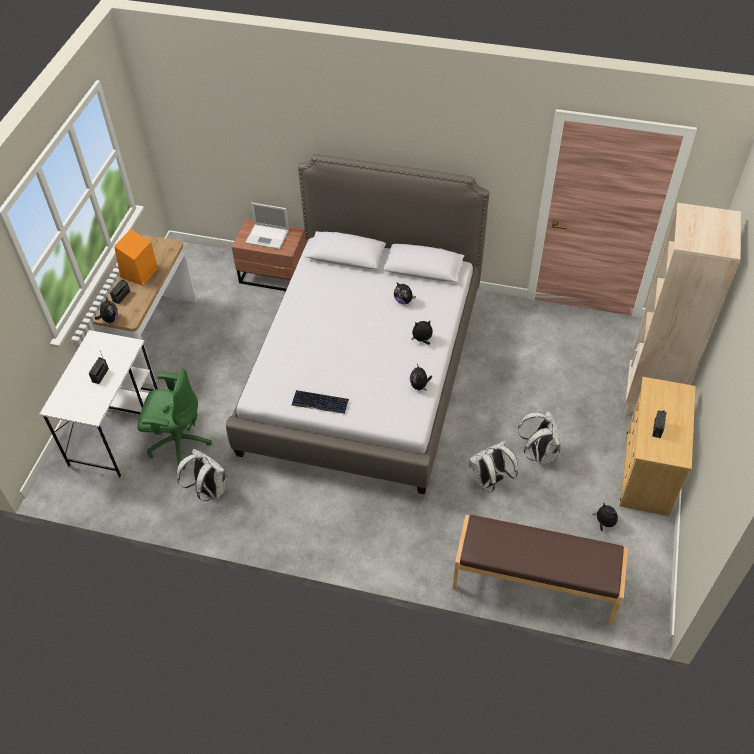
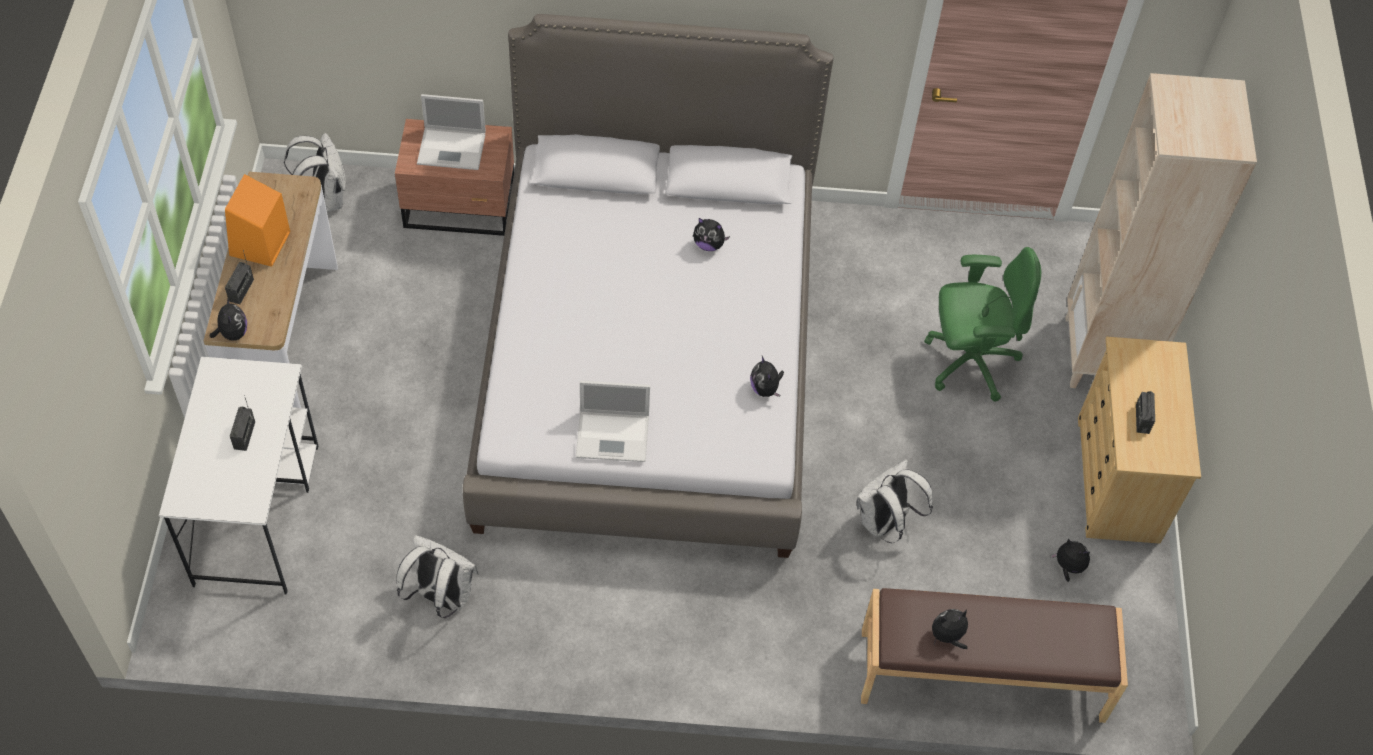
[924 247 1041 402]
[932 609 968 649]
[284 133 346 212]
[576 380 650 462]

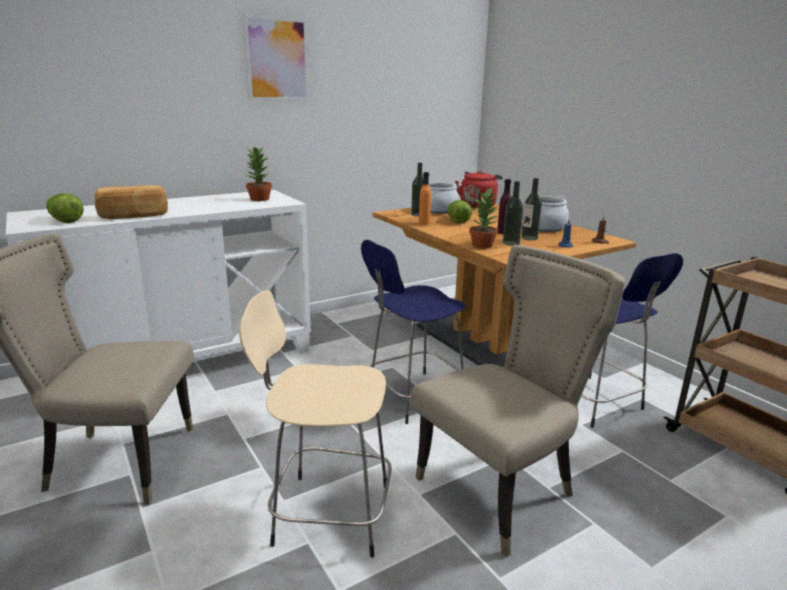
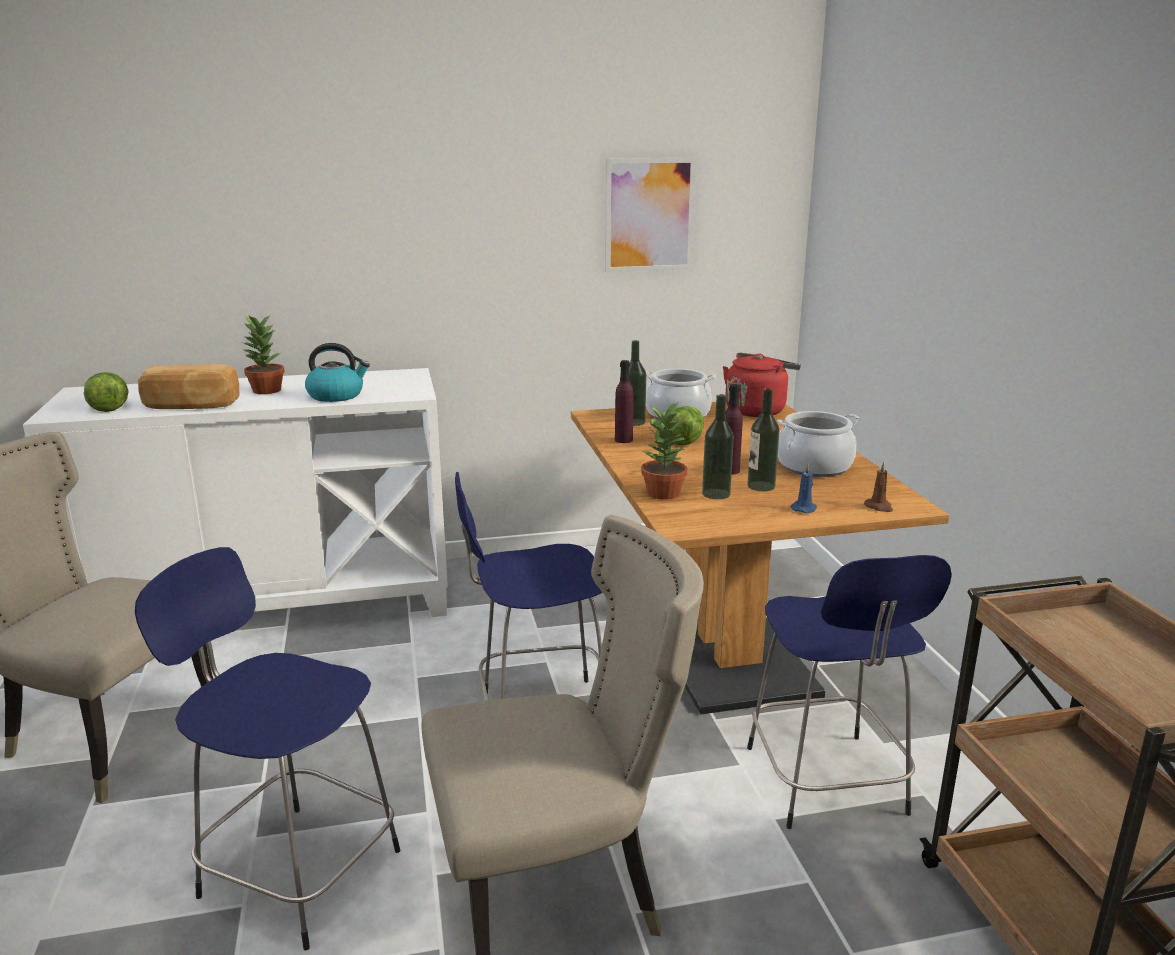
[305 343 370 402]
[605 158 696 272]
[242 314 285 394]
[135 547 400 950]
[615 360 634 443]

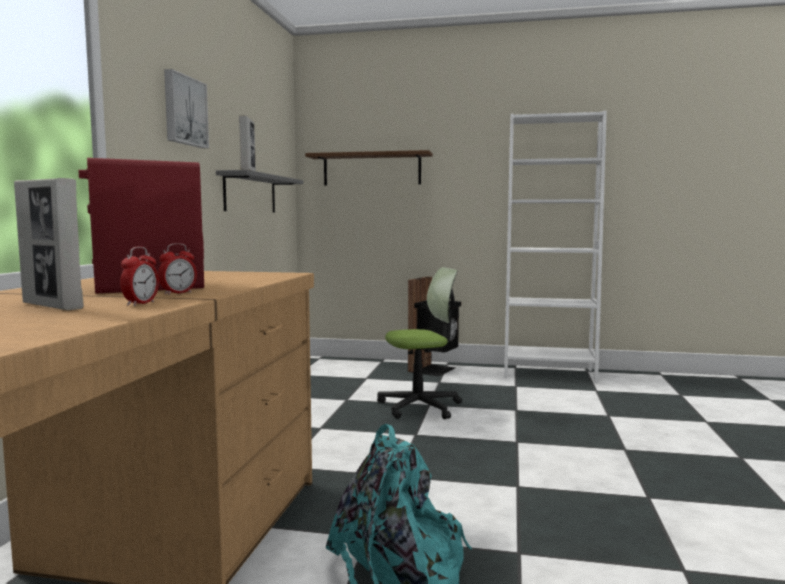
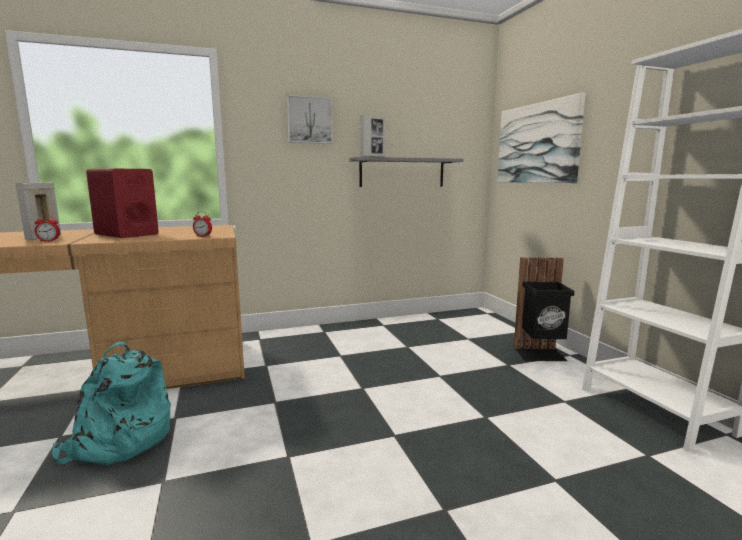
[377 267 462 419] (first image)
[193 212 212 237]
[498 93 586 183]

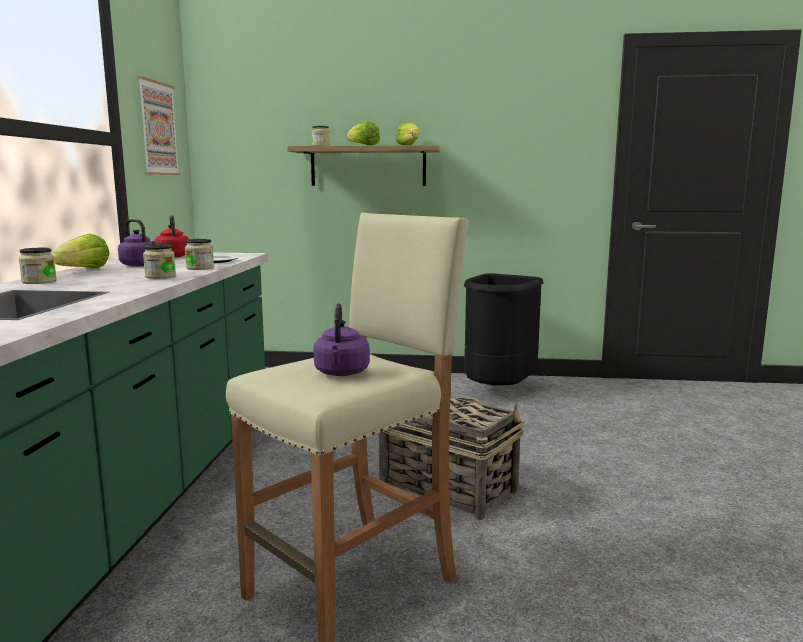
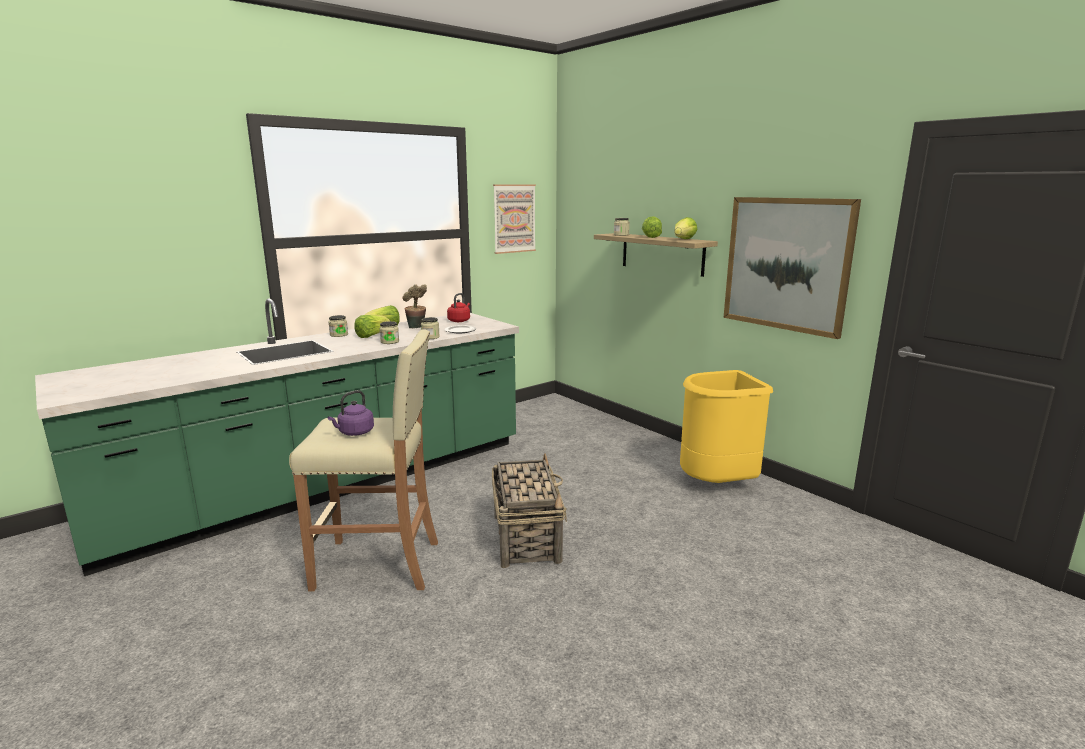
[354 315 390 338]
[724 197 861 339]
[402 284 427 328]
[680 370 773 483]

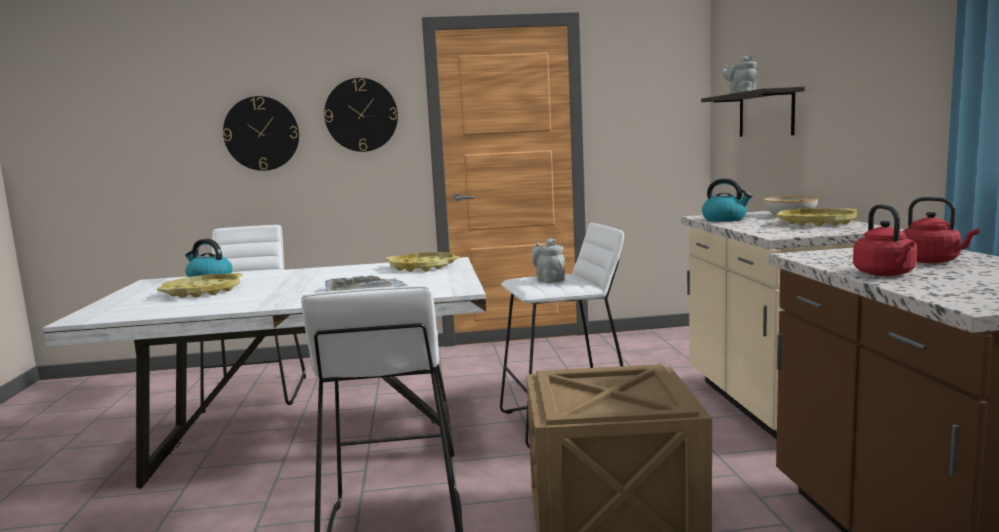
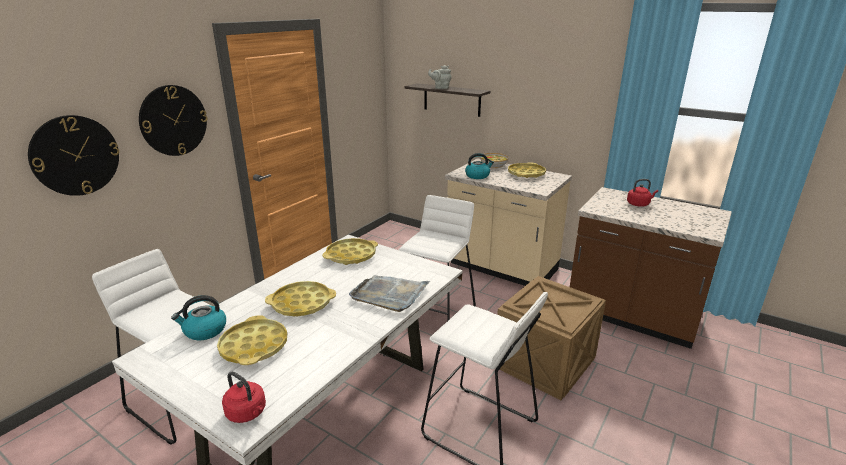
[532 238 565 283] (first image)
[265 281 336 317]
[222 372 266 423]

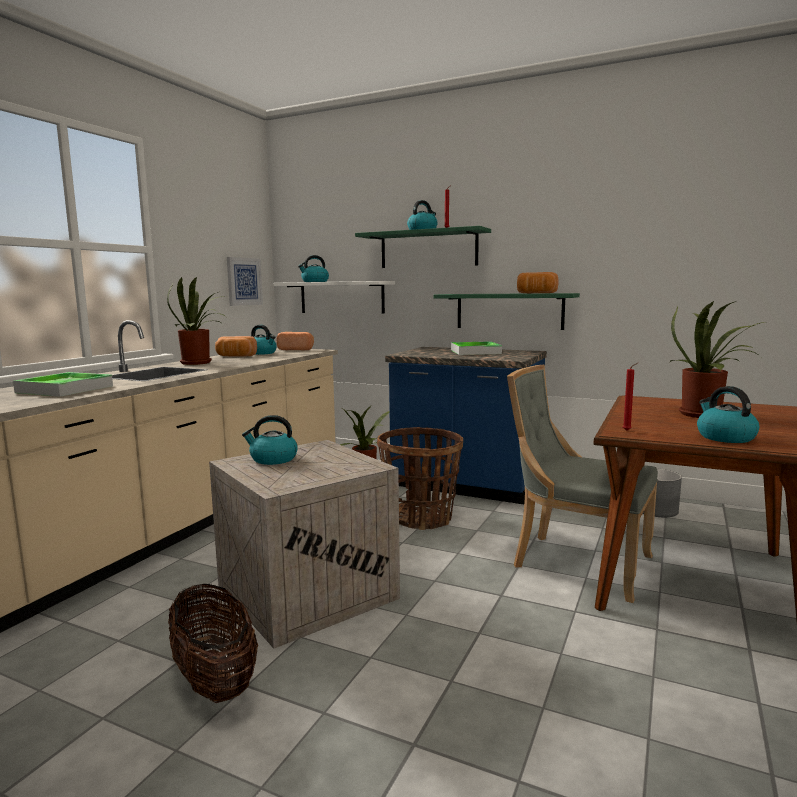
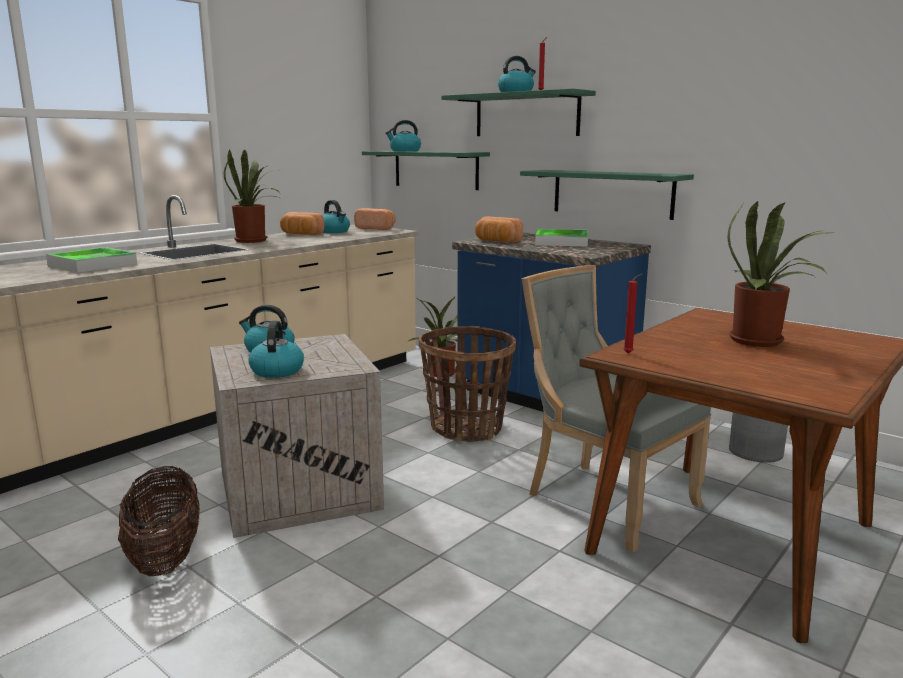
[227 257 263 306] (first image)
[475 217 523 243]
[248 321 304 378]
[362 151 490 190]

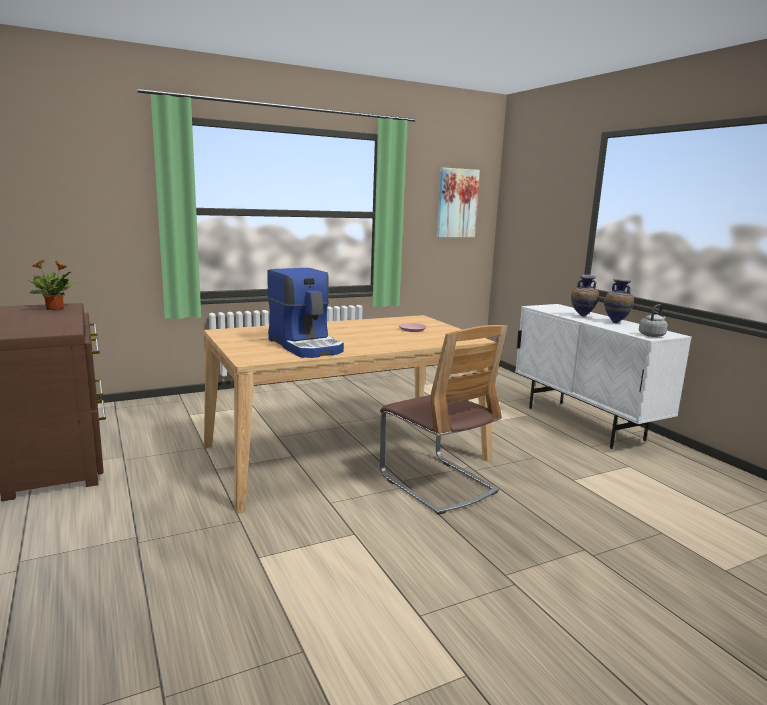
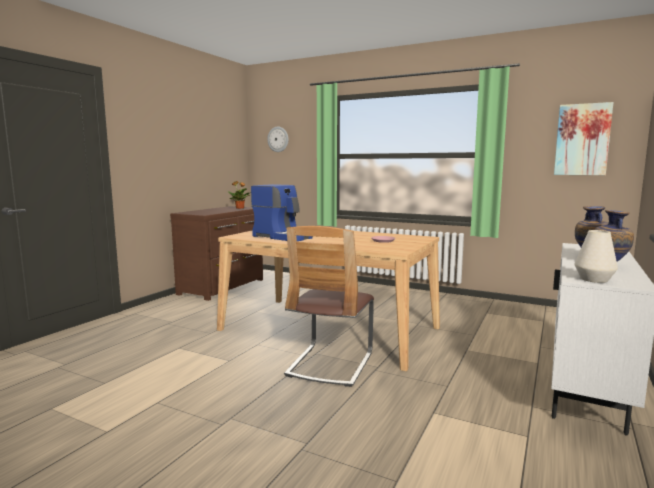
[267 126 288 152]
[574 230 618 283]
[251 184 313 241]

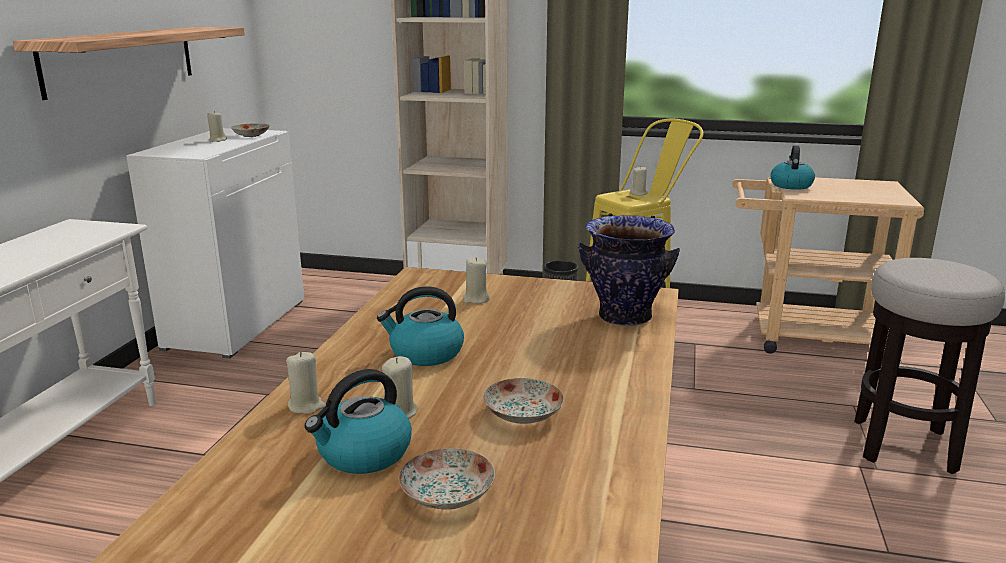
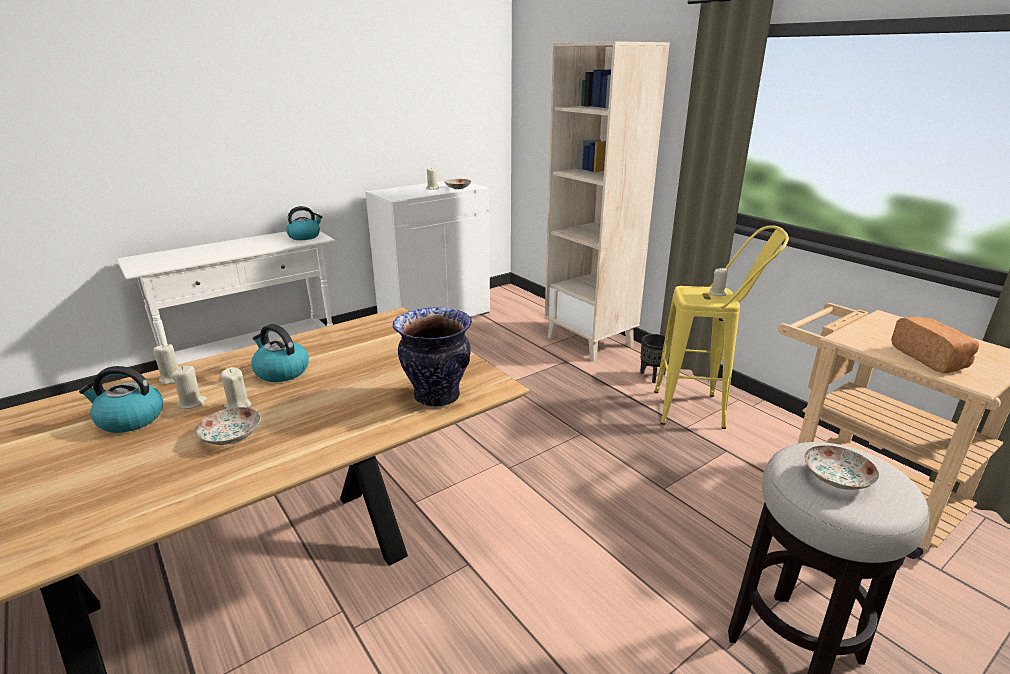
[13 27 245 100] (first image)
[891 317 979 374]
[805 445 879 490]
[221 367 251 409]
[286 206 323 240]

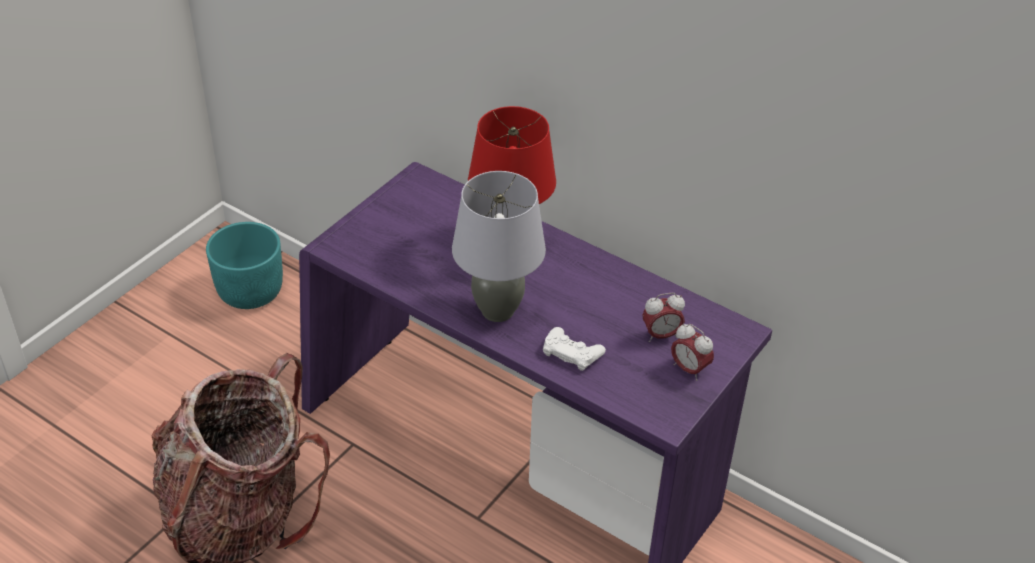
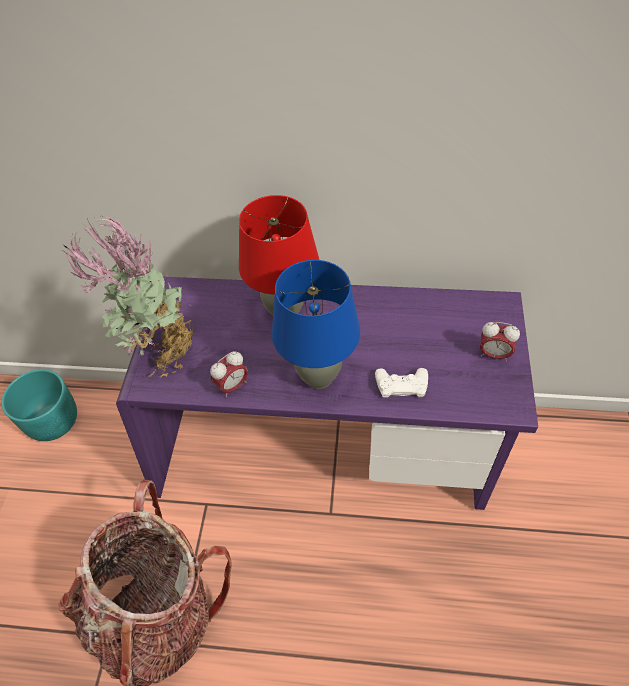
[62 216 193 378]
[210 351 248 397]
[272 260 360 389]

